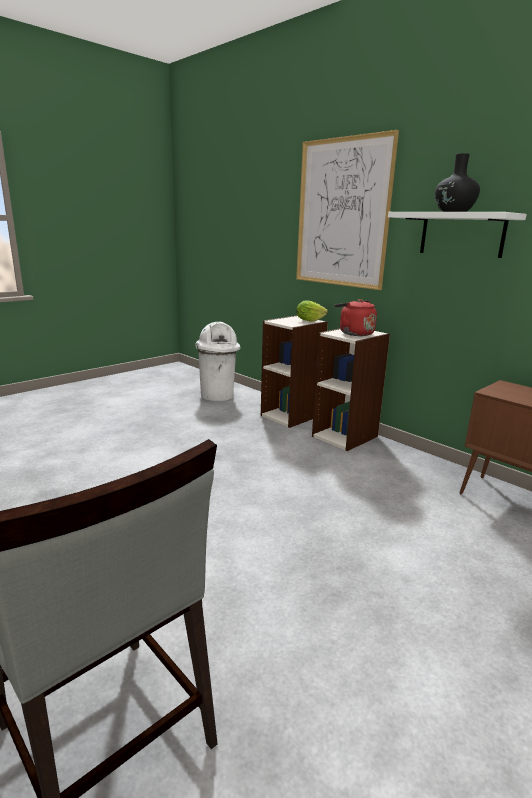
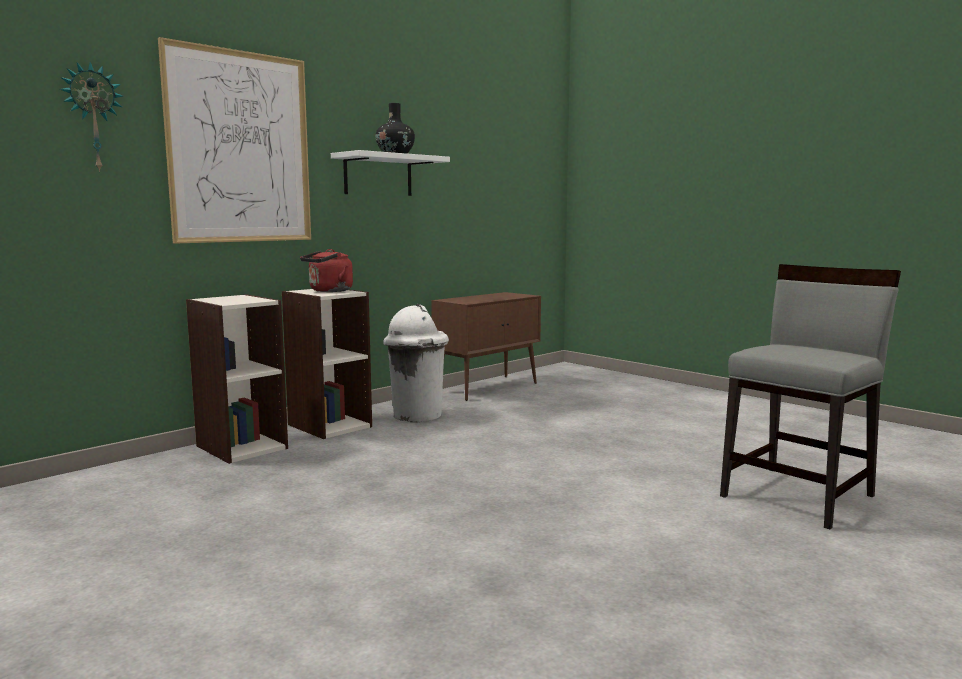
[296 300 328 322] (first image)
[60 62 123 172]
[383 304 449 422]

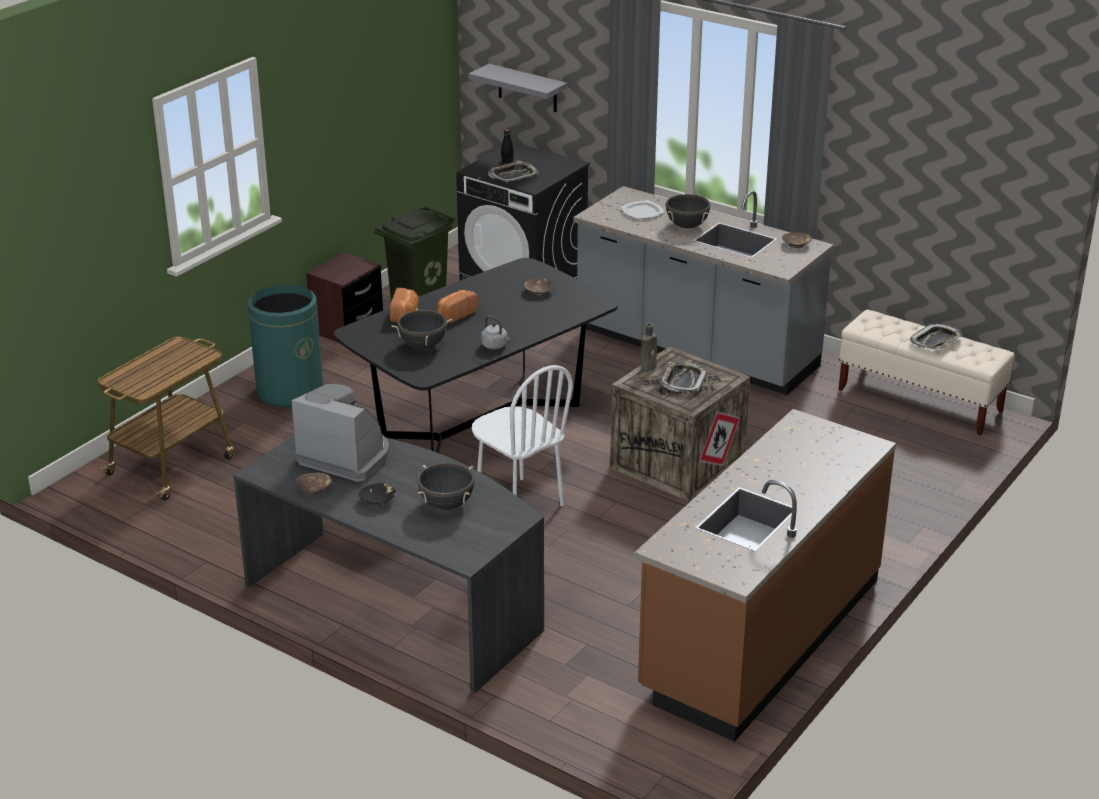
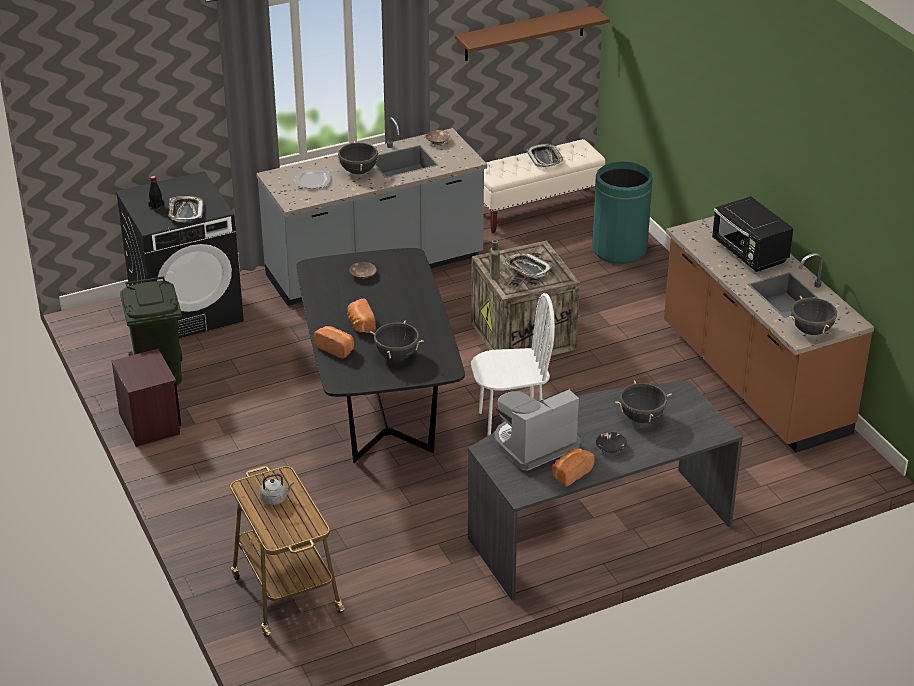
[468 64 567 112] (first image)
[455 6 610 61]
[712 196 793 272]
[789 296 839 335]
[592 161 653 264]
[260 473 294 505]
[552 448 595 487]

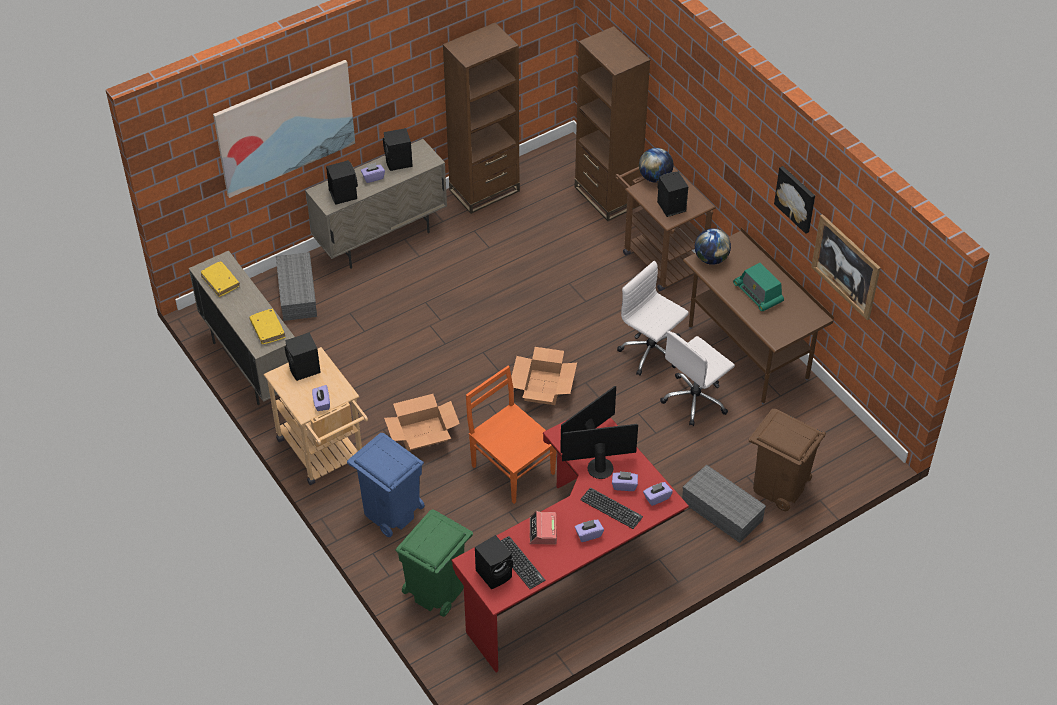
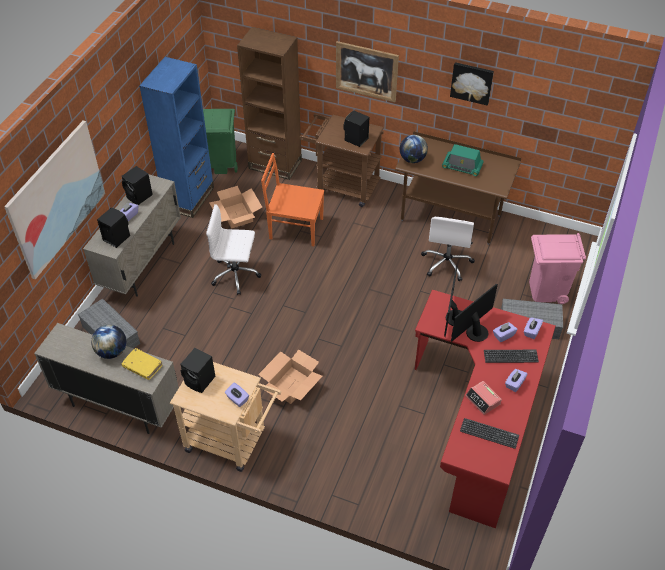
[201 261 240 297] (first image)
[347 433 425 537] (first image)
[475 535 513 589] (first image)
[203 109 238 174]
[261 153 324 246]
[210 186 262 229]
[206 204 261 295]
[91 325 126 359]
[336 41 399 102]
[139 57 214 218]
[529 233 586 304]

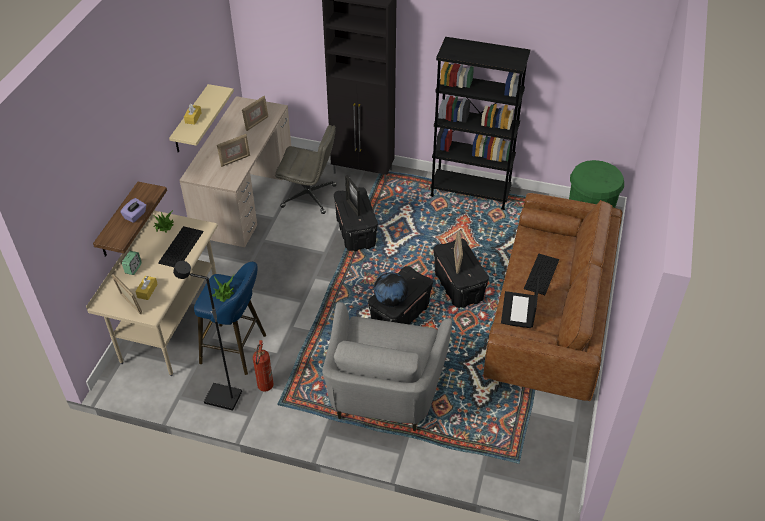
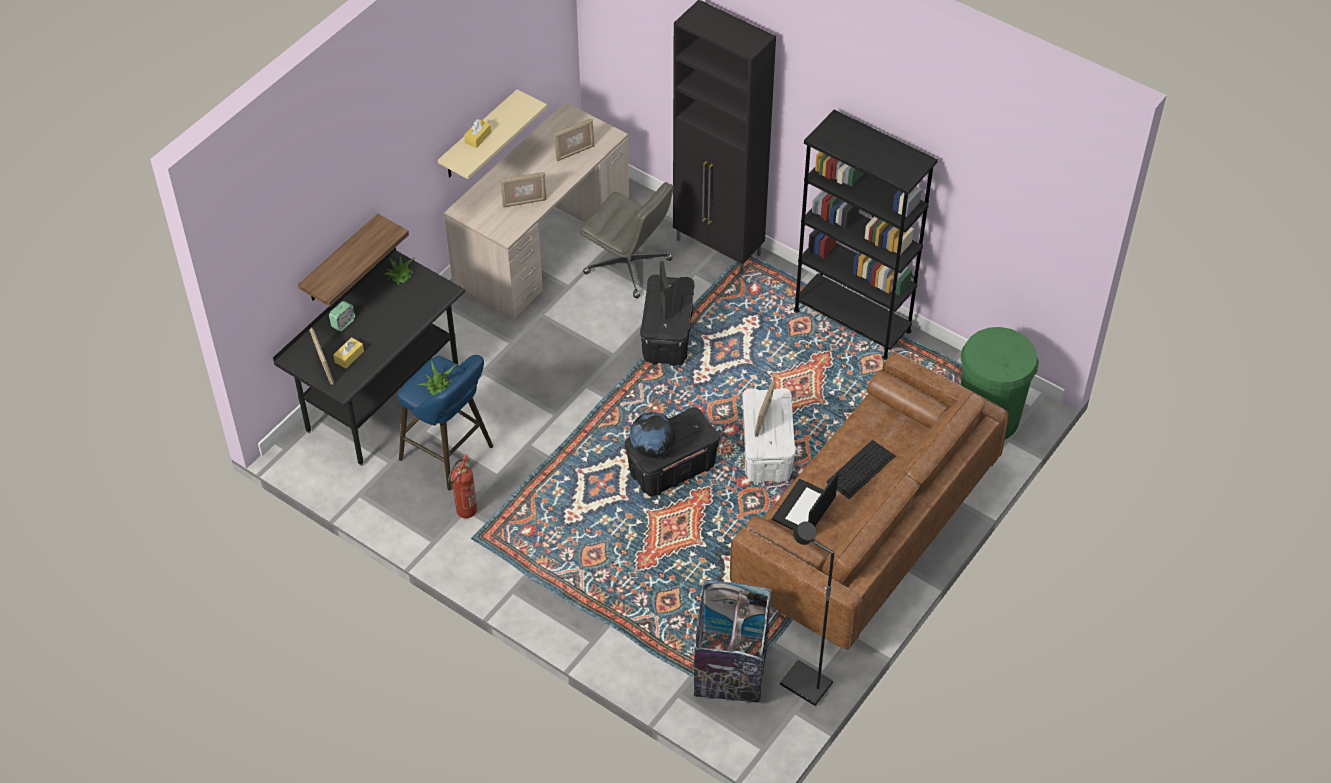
[120 198 147 223] (first image)
[158 226 204 267] (first image)
[322 302 452 431] (first image)
[693 580 772 703]
[780 522 834 706]
[273 247 465 466]
[742 388 796 483]

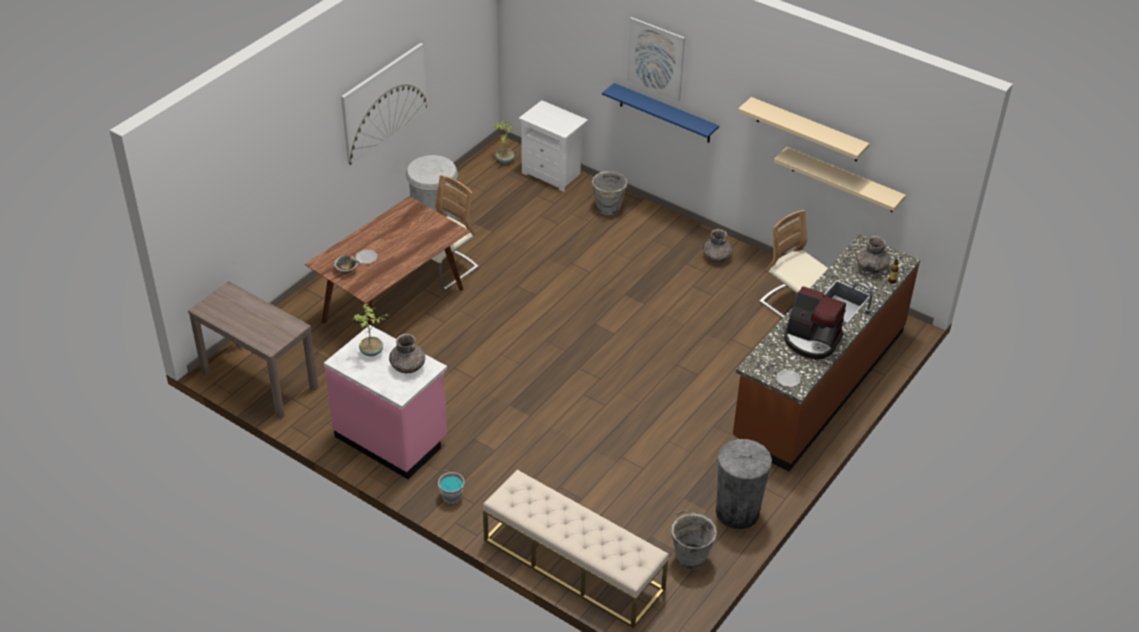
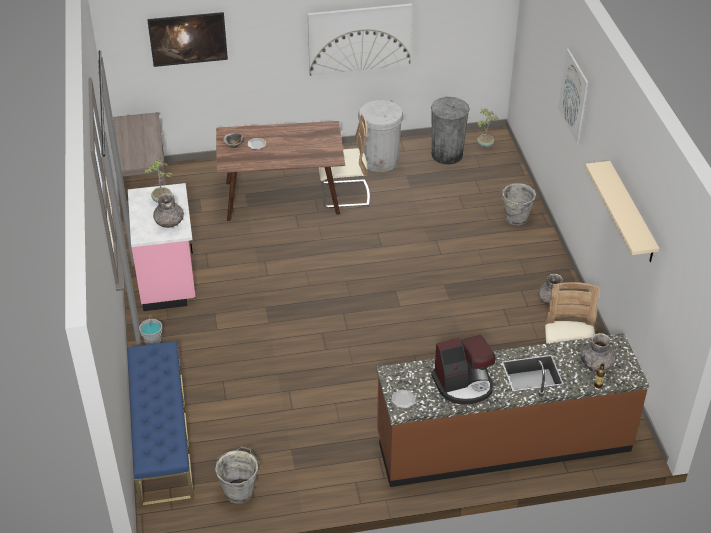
[519 100 588 192] (first image)
[602 83 719 143] (first image)
[774 147 906 212] (first image)
[147 12 228 67]
[431 97 470 164]
[127 341 194 507]
[431 335 496 404]

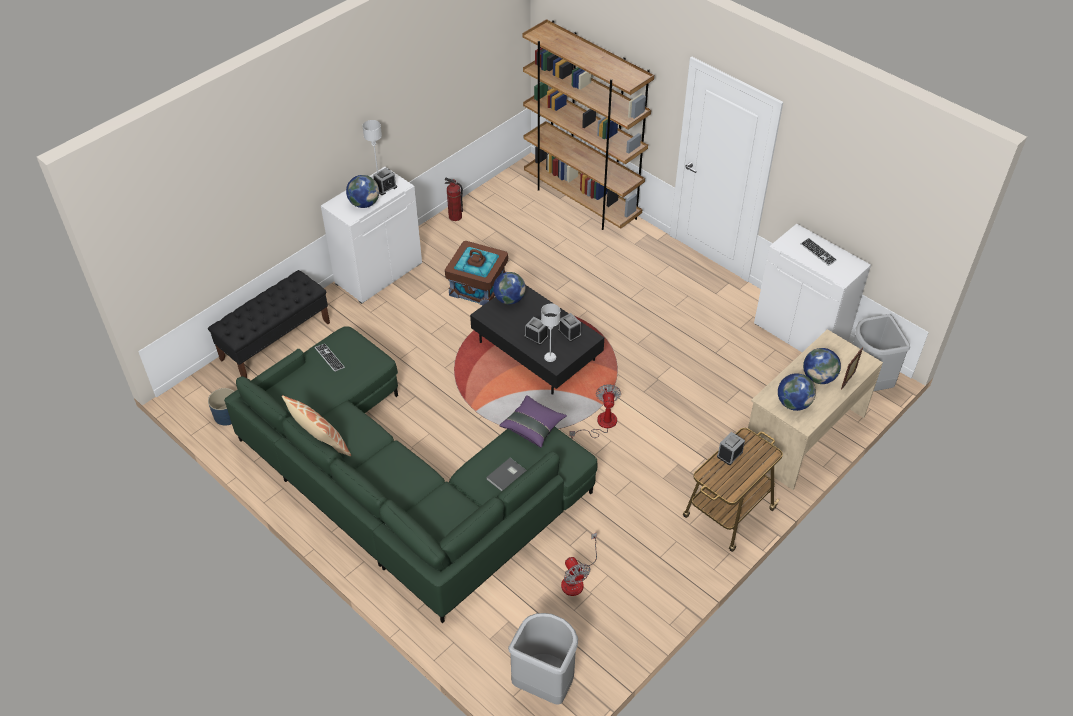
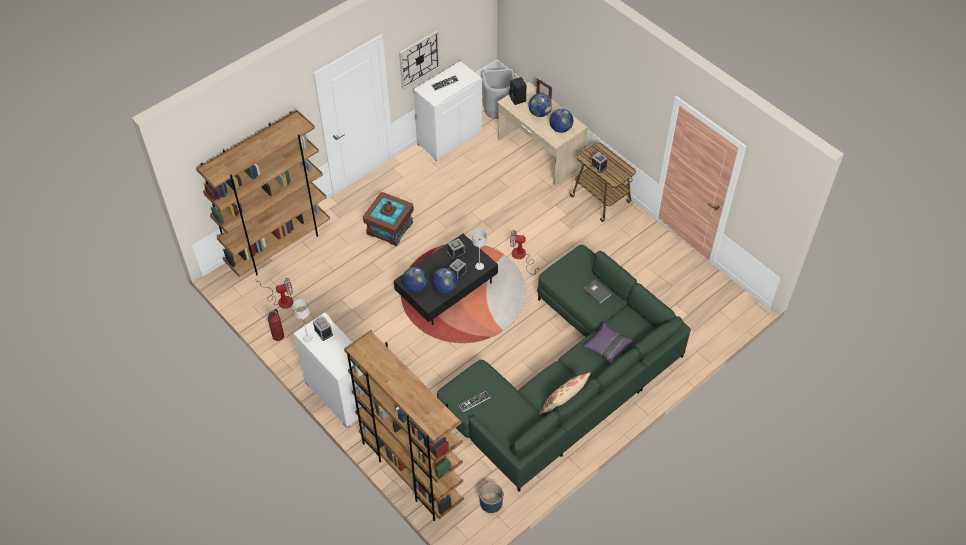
[508 613 578 704] (first image)
[399 31 440 89]
[509 77 527 105]
[431 268 457 294]
[363 192 414 246]
[583 323 633 364]
[256 279 293 309]
[344 330 464 521]

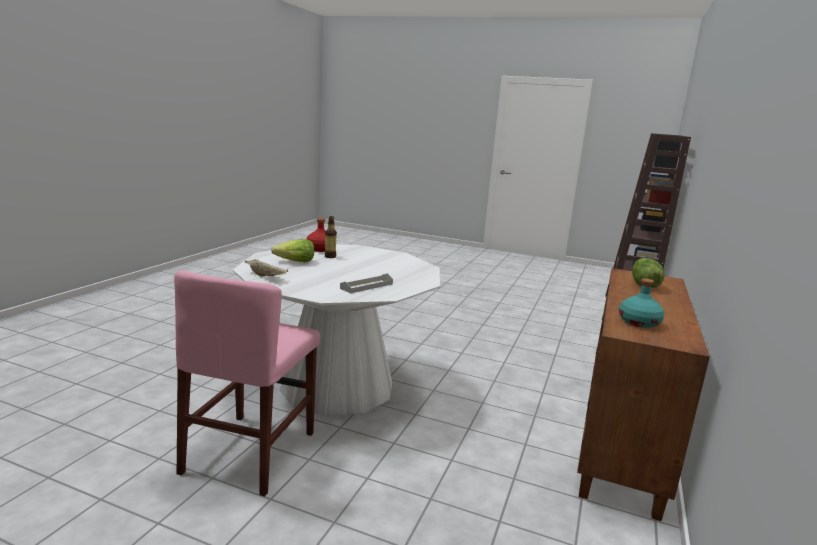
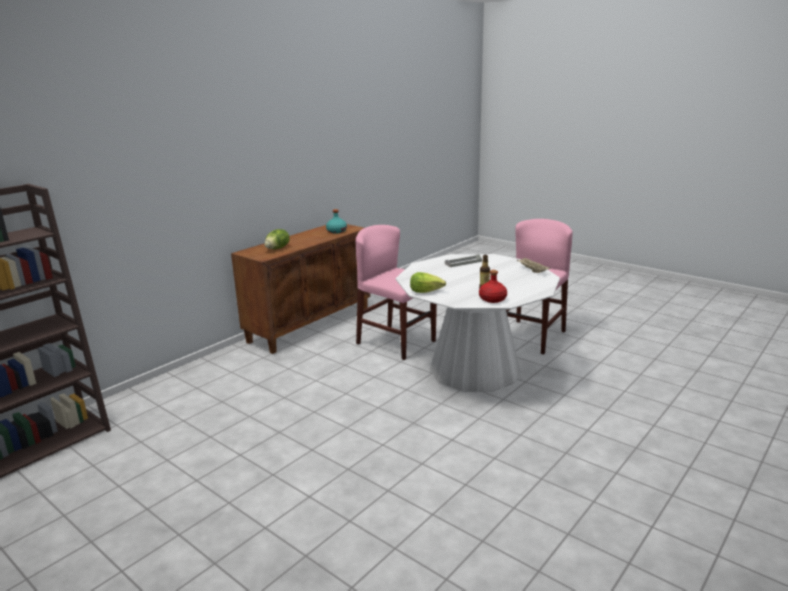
[356 225 437 360]
[410 272 446 293]

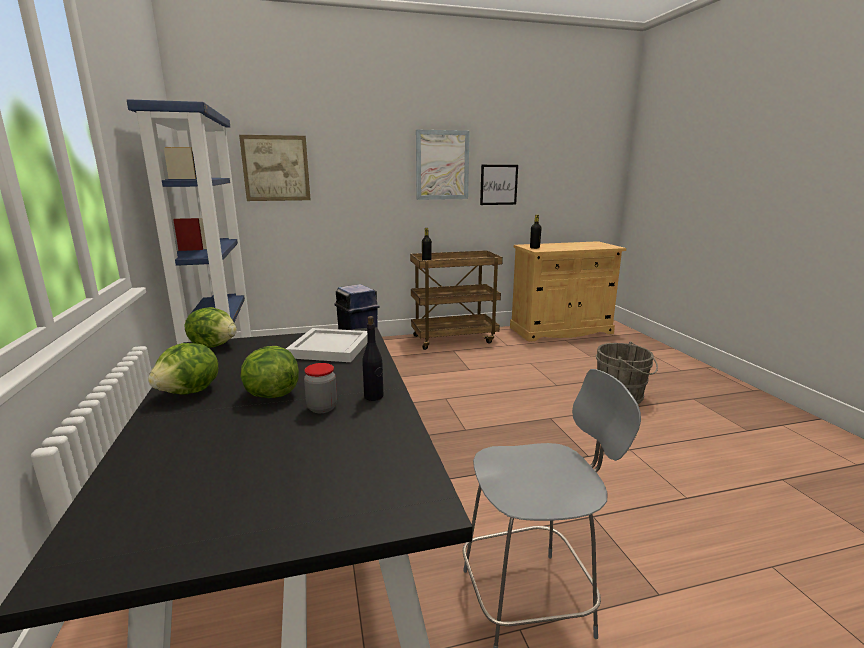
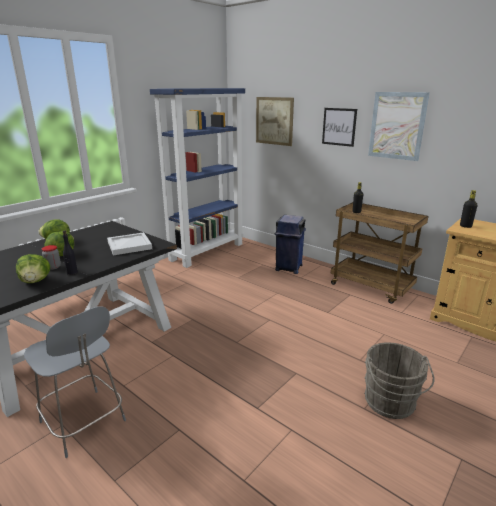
[16 254 50 283]
[322 108 357 147]

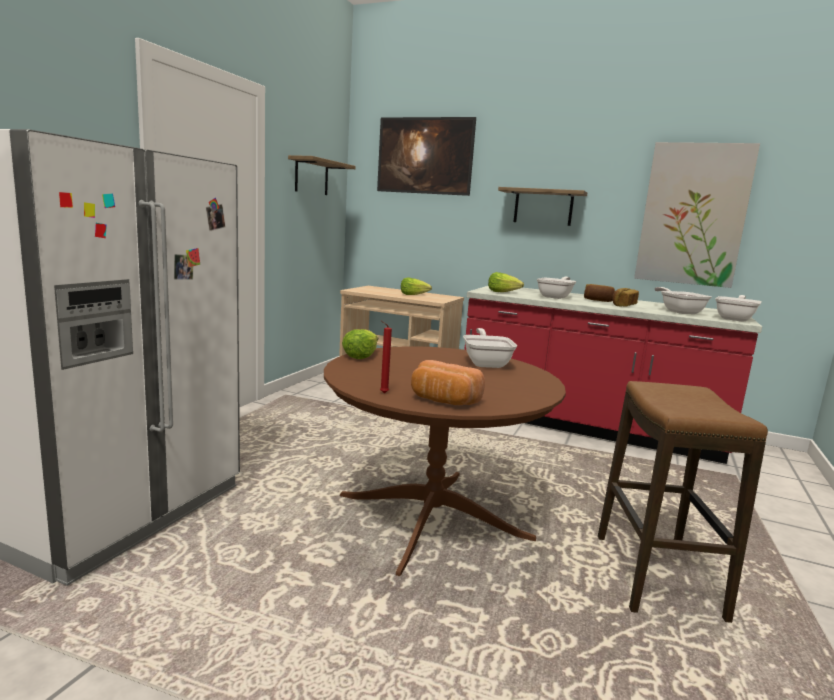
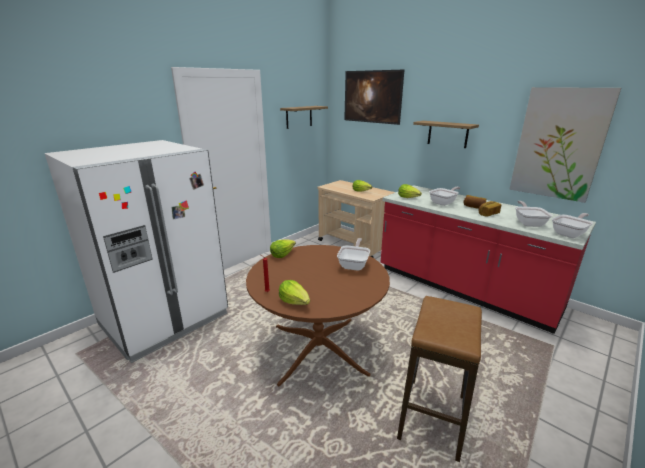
[279 280 310 305]

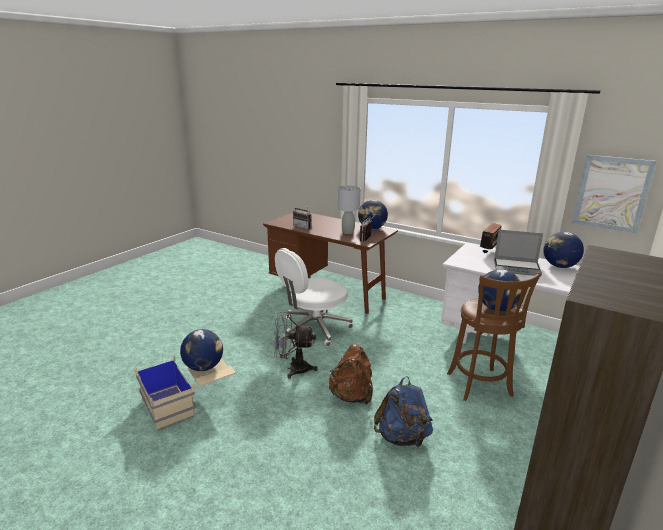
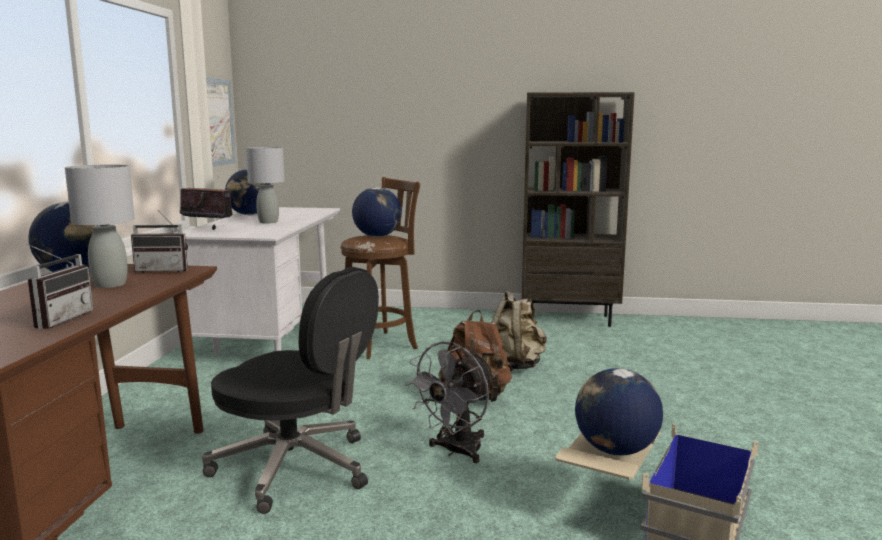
[246 147 285 224]
[202 267 379 514]
[491 291 547 369]
[405 341 495 463]

